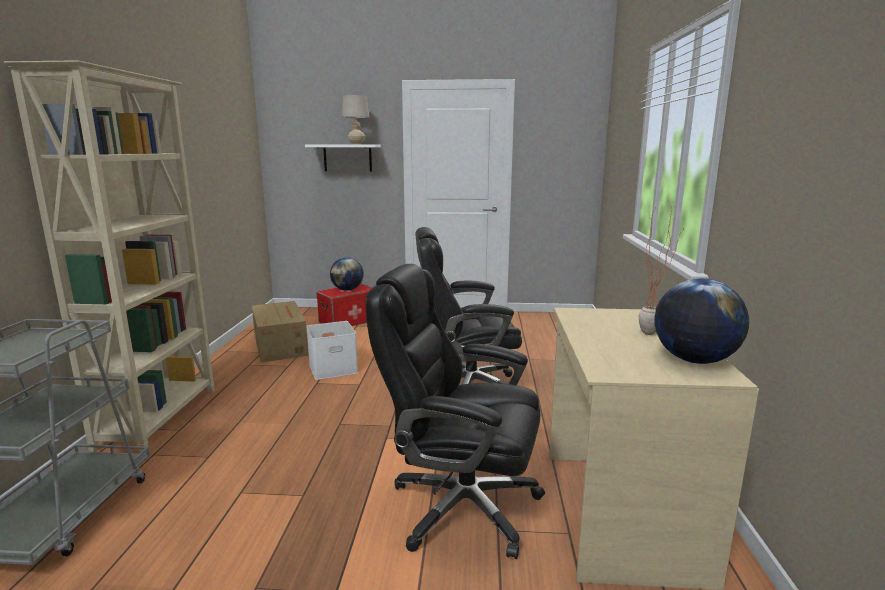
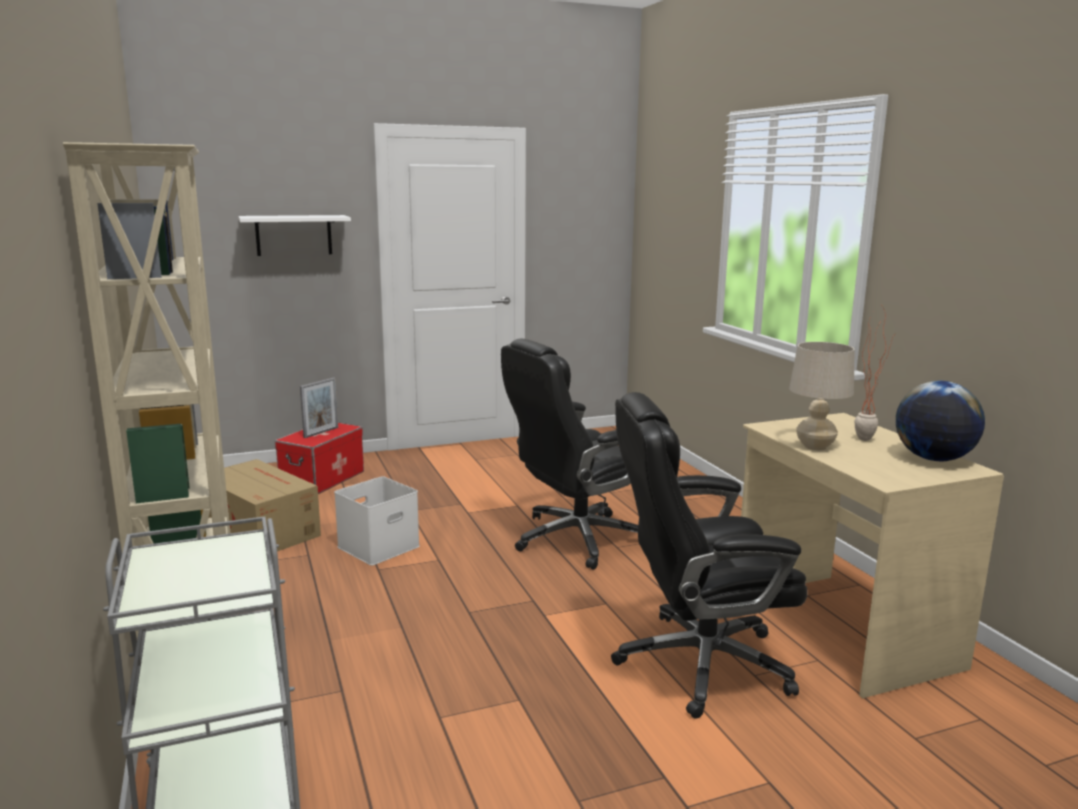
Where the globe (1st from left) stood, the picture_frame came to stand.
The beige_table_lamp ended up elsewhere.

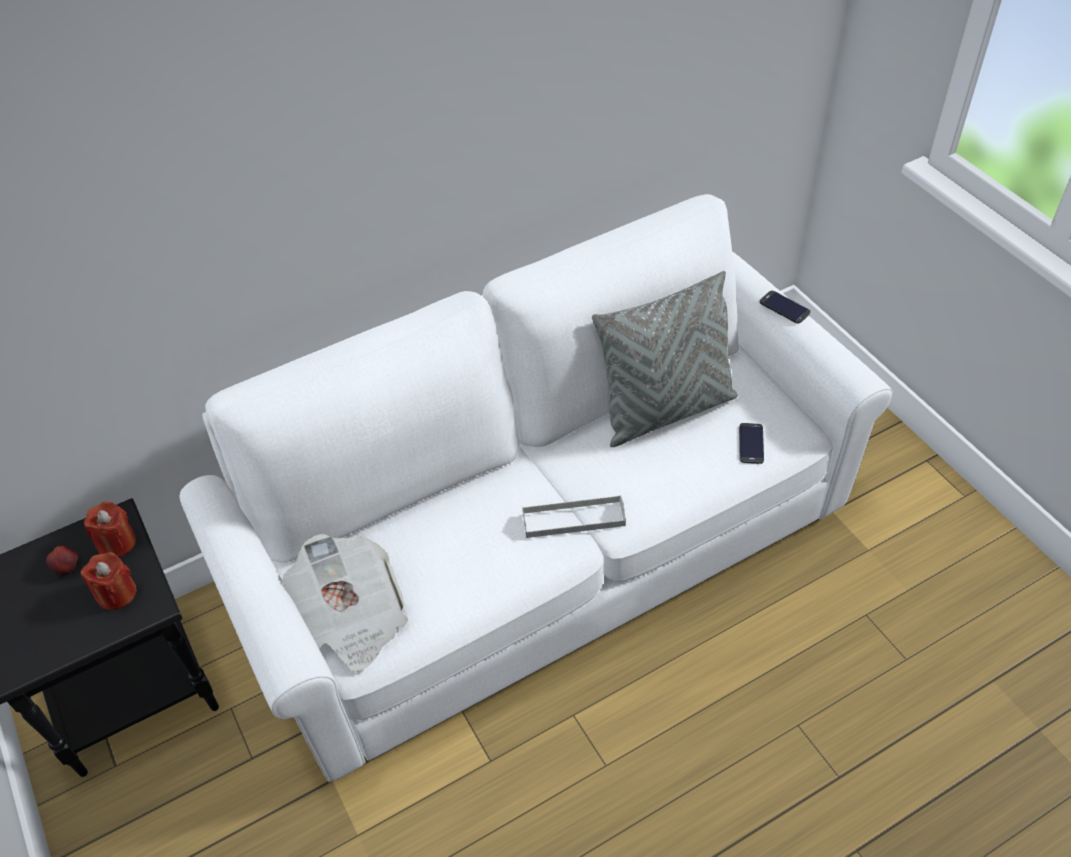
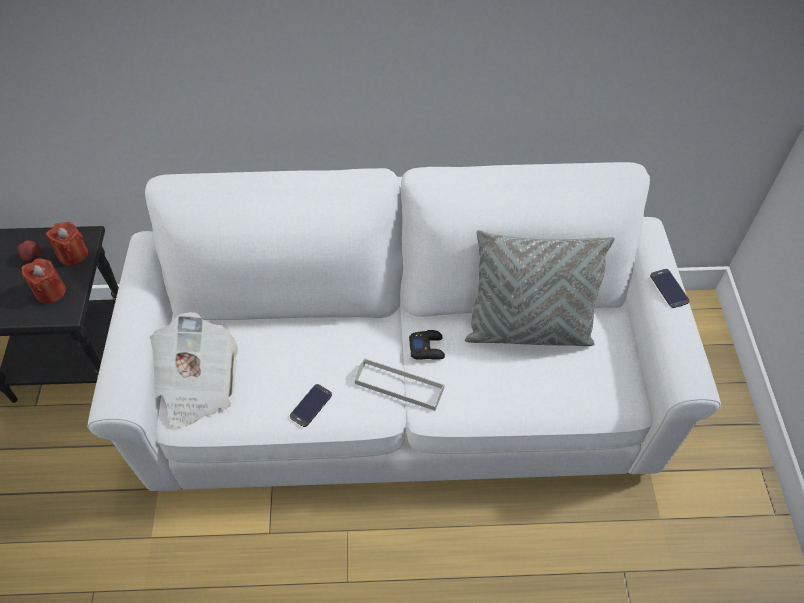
The phone (1st from left) ended up elsewhere.
The second view gained the black_game_controller.

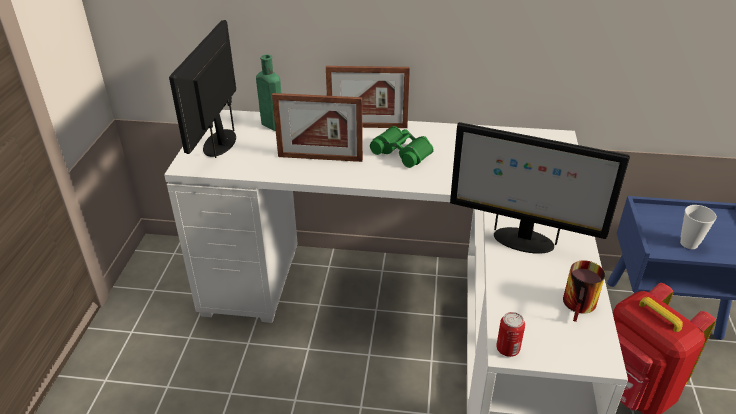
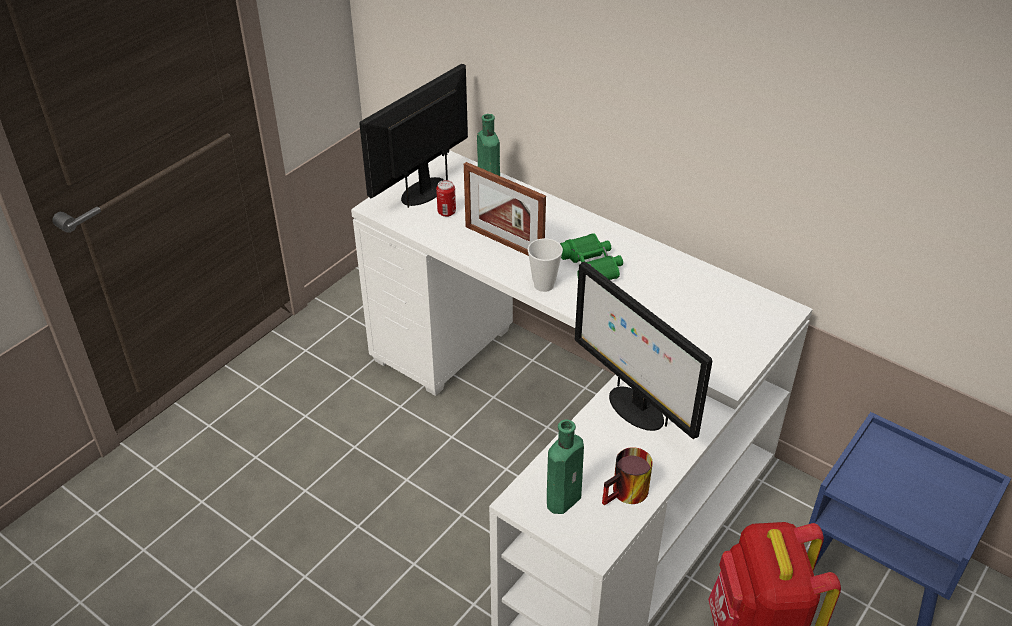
The can ended up elsewhere.
The cup ended up elsewhere.
The second view gained the green_bottle (2nd from left).
The second view lost the picture_frame (2nd from left).

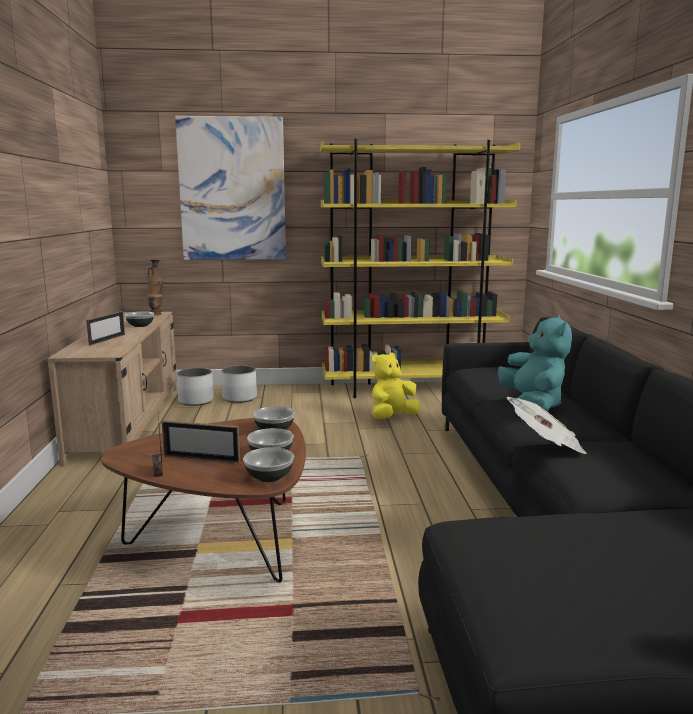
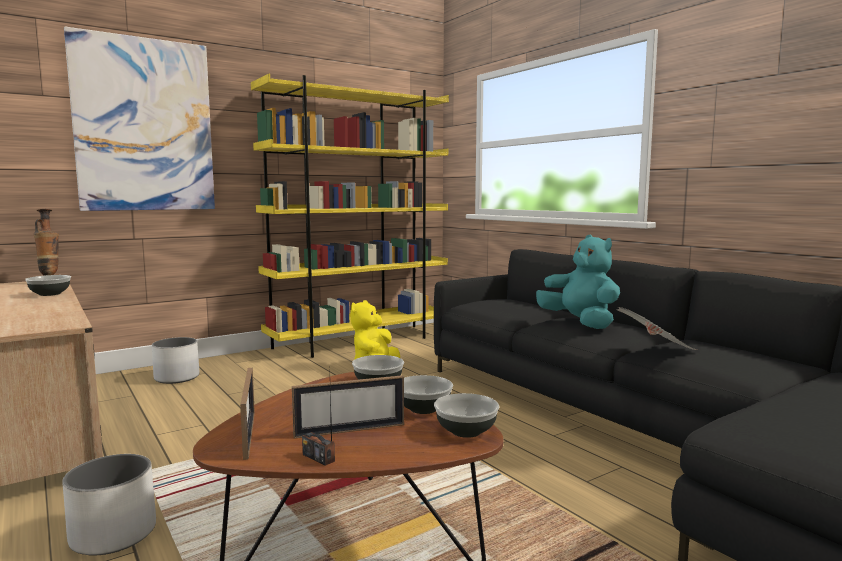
The white_planter (1st from left) ended up elsewhere.
The picture_frame (1st from left) ended up elsewhere.

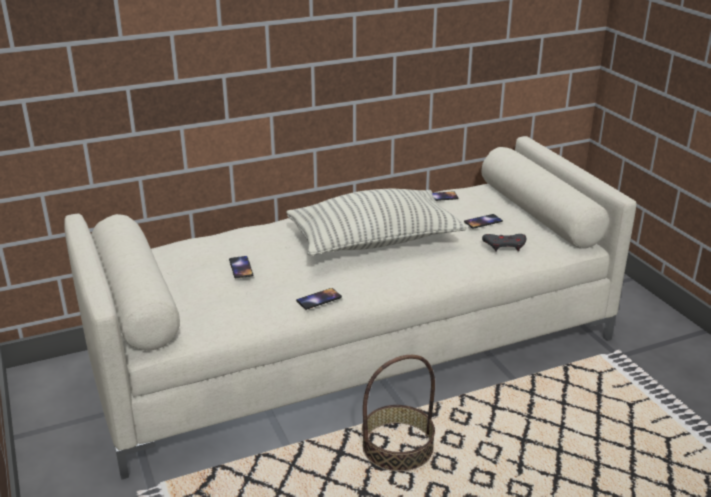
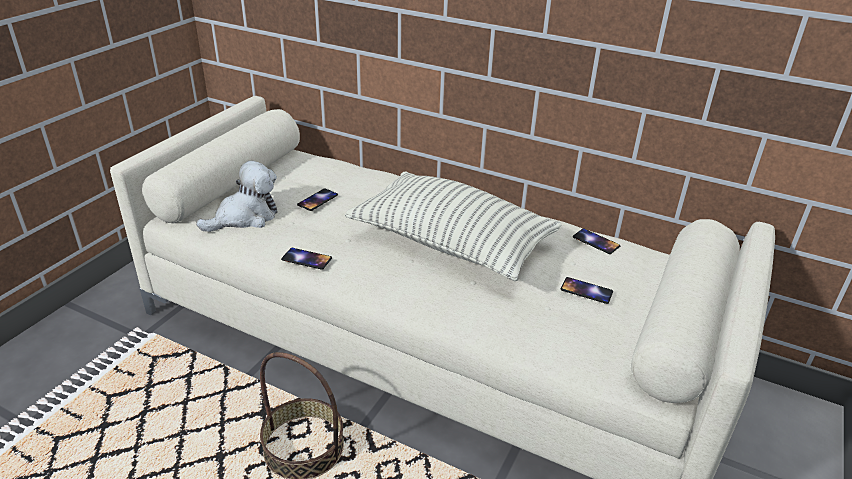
The second view gained the plush_toy.
The second view lost the grey_game_controller.

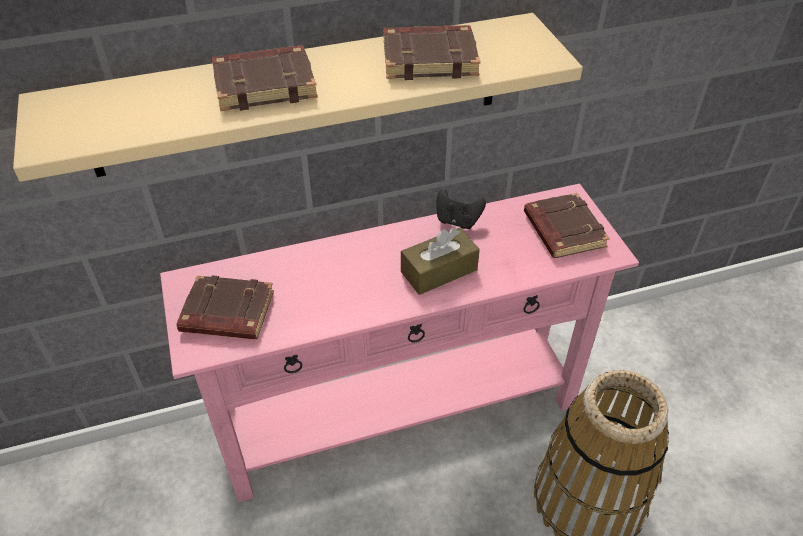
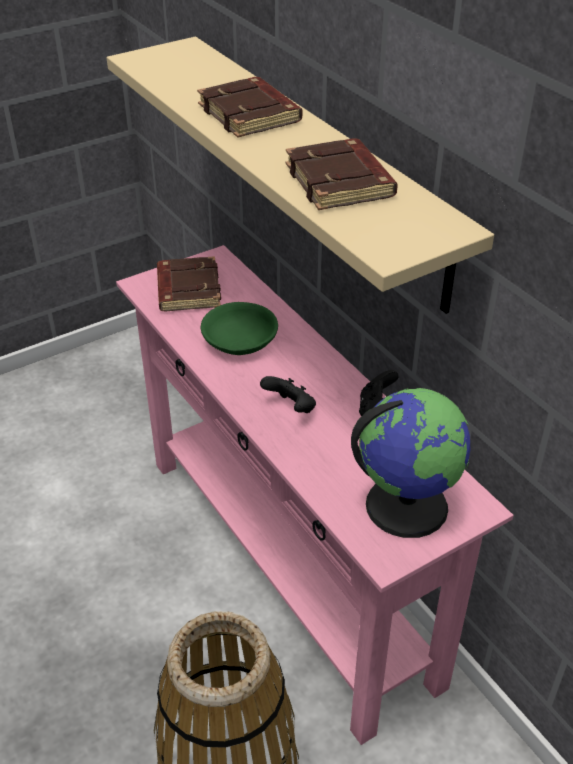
The second view gained the green_bowl.
Where the brown_tissue_box stood, the black_game_controller (1st from left) came to stand.
Where the brown_book (4th from left) stood, the globe came to stand.

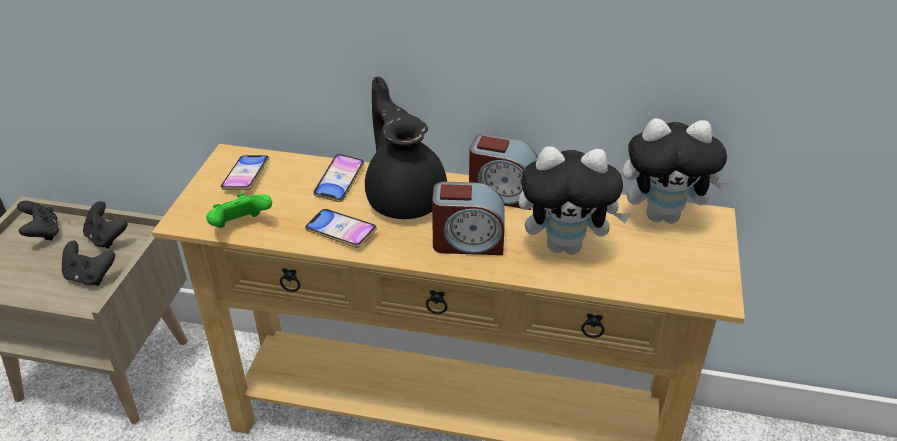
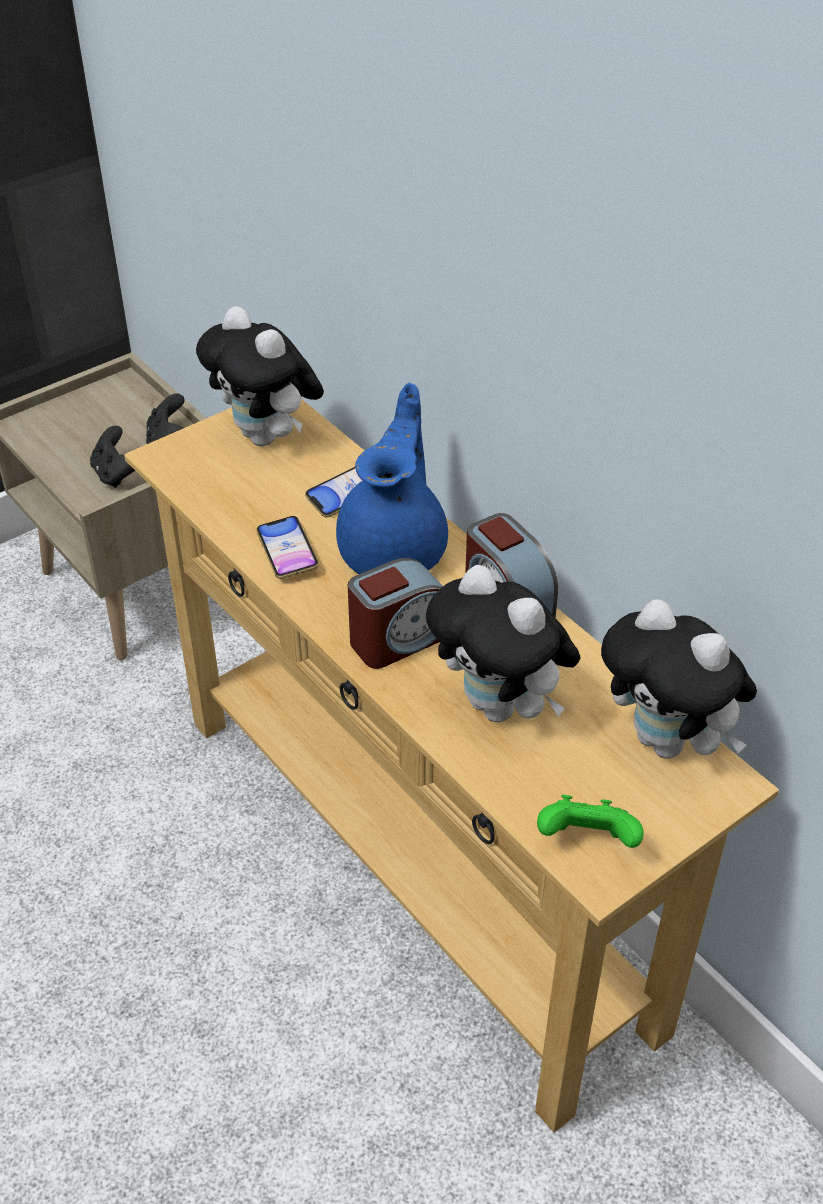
Where the phone (1st from left) stood, the plush_toy (1st from left) came to stand.
What was the black_teapot turned into the blue_teapot.
The alarm_clock (1st from left) ended up facing another way, 75 degrees counterclockwise from before.
The green_game_controller ended up elsewhere.
The second view lost the black_game_controller (1st from left).

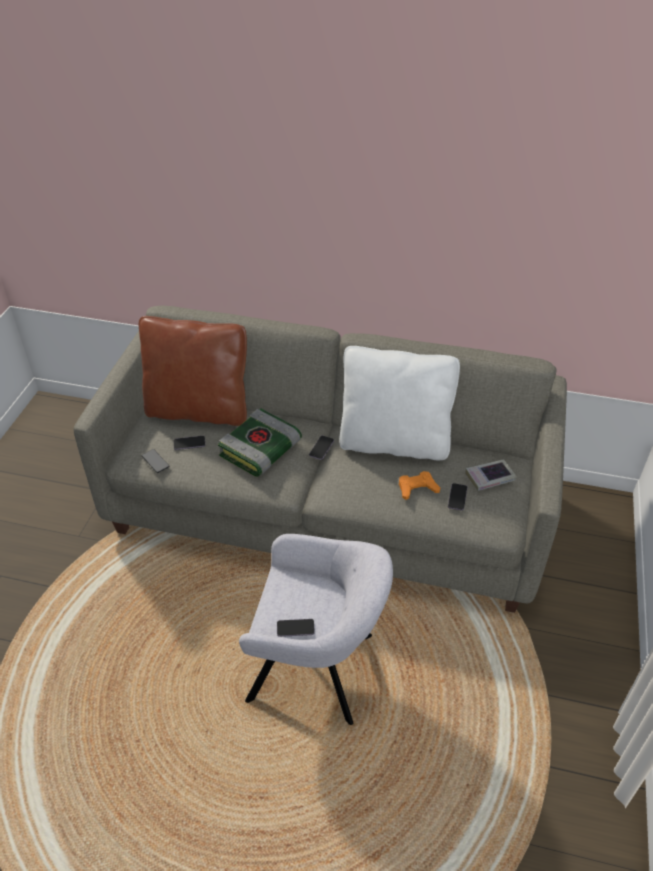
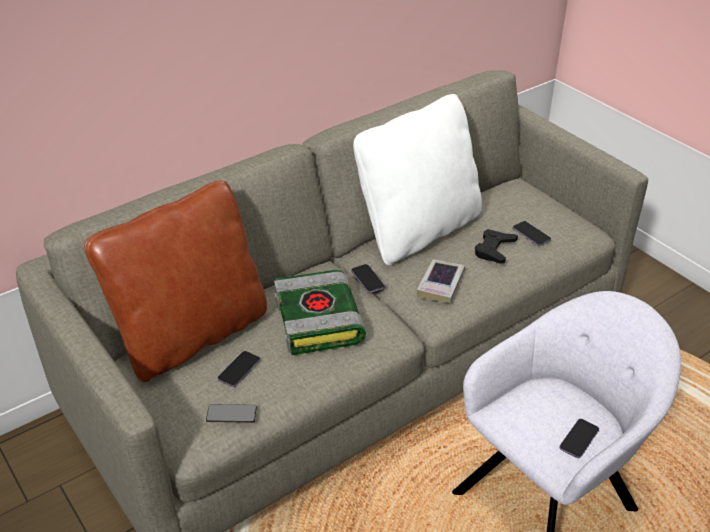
The book (2nd from left) ended up elsewhere.
What was the orange_game_controller turned into the black_game_controller.

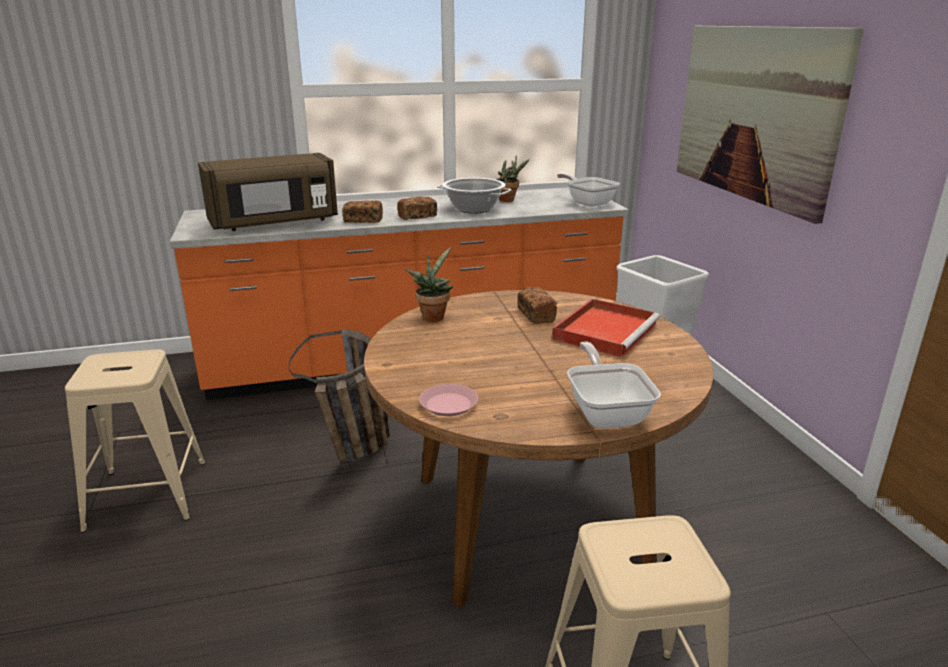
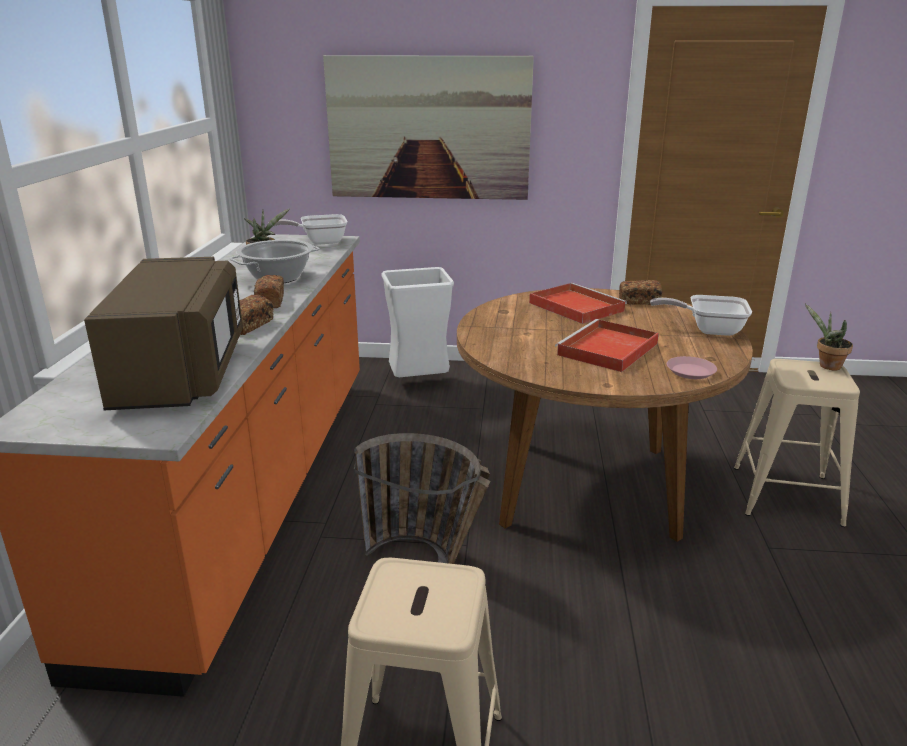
The second view gained the red_tray (2nd from left).
The bread (3rd from left) ended up elsewhere.
The potted_plant (1st from left in the first image) ended up elsewhere.

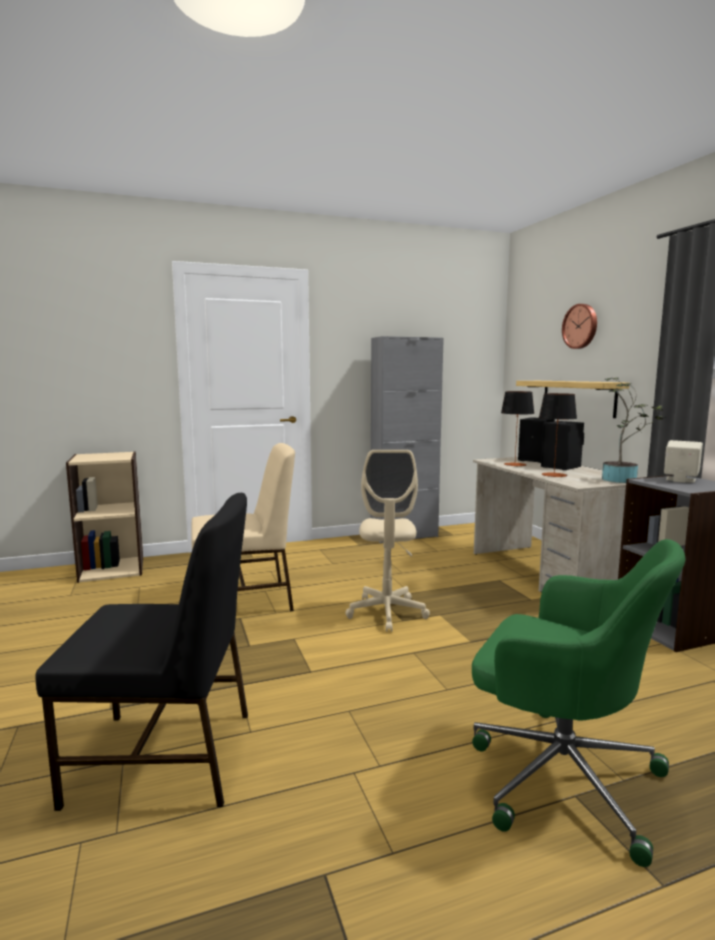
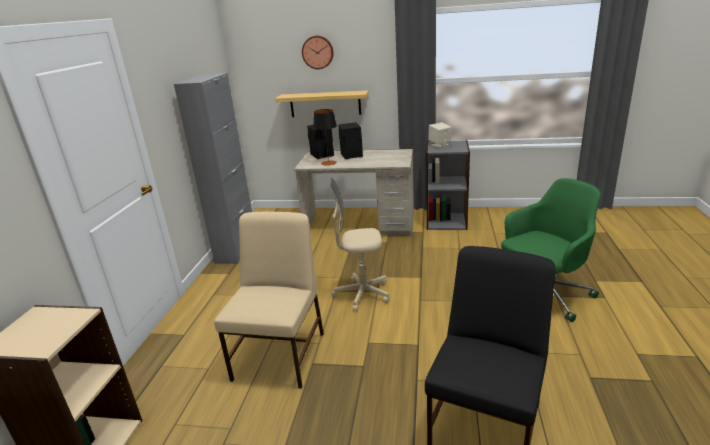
The beige_office_chair ended up facing another way, 150 degrees clockwise from before.
The second view lost the table_lamp (2nd from left).
The second view lost the potted_plant.

